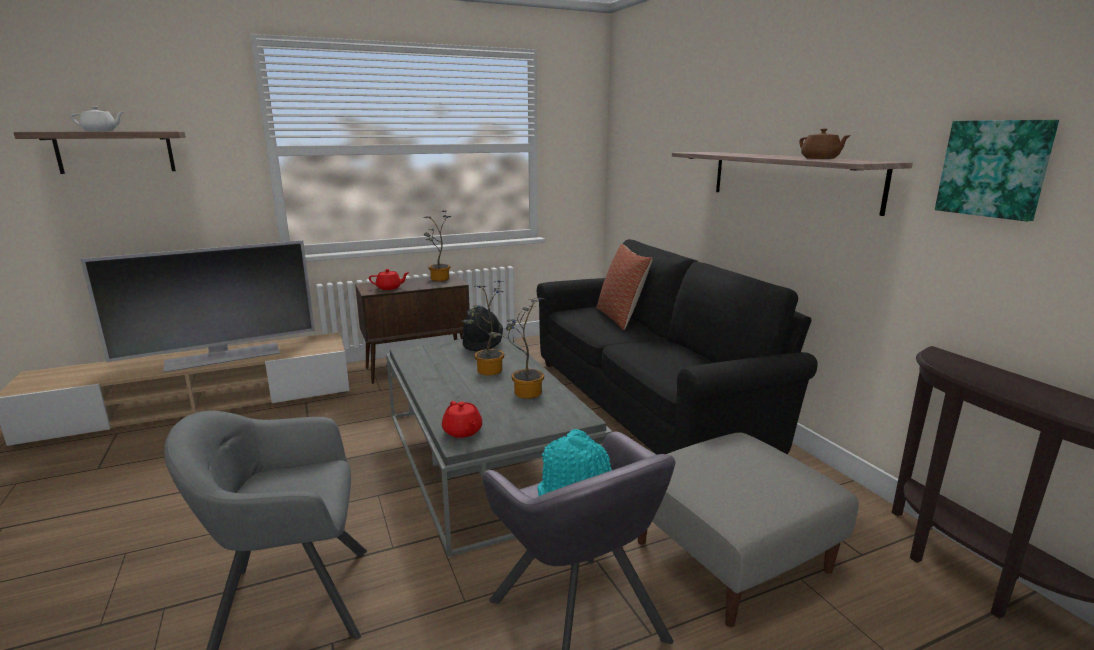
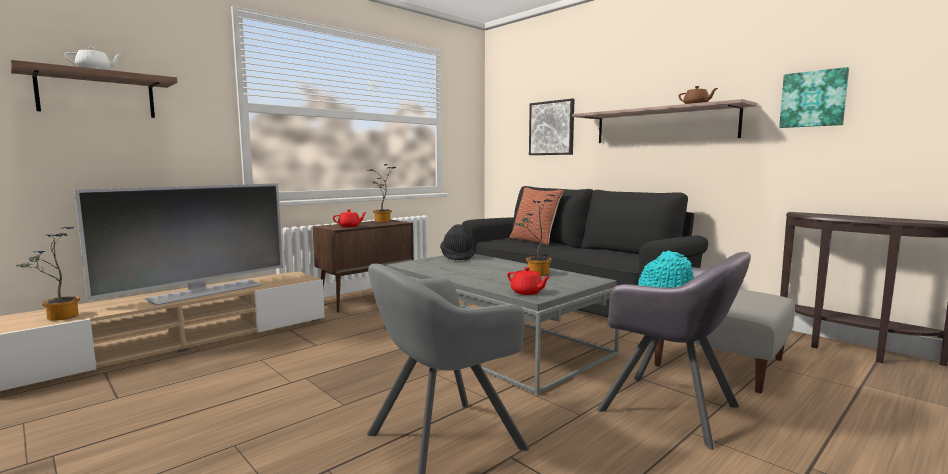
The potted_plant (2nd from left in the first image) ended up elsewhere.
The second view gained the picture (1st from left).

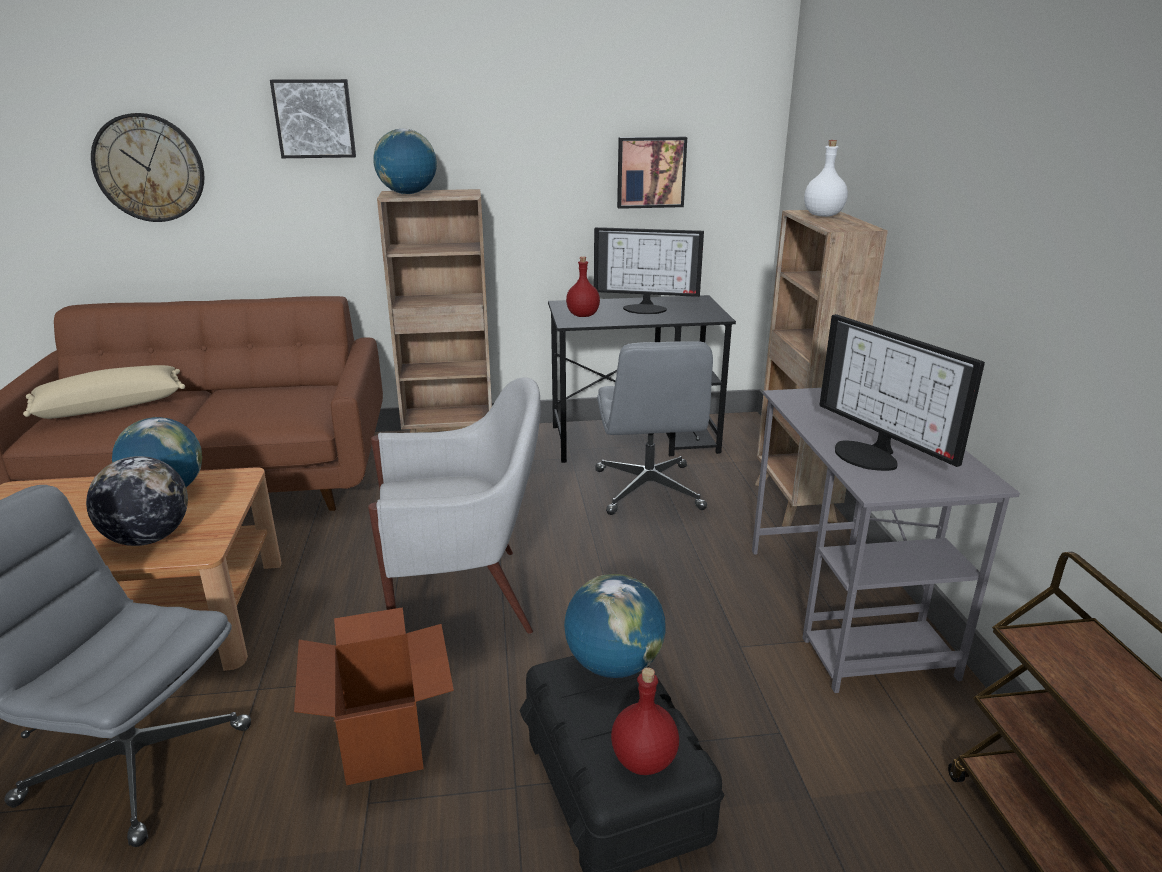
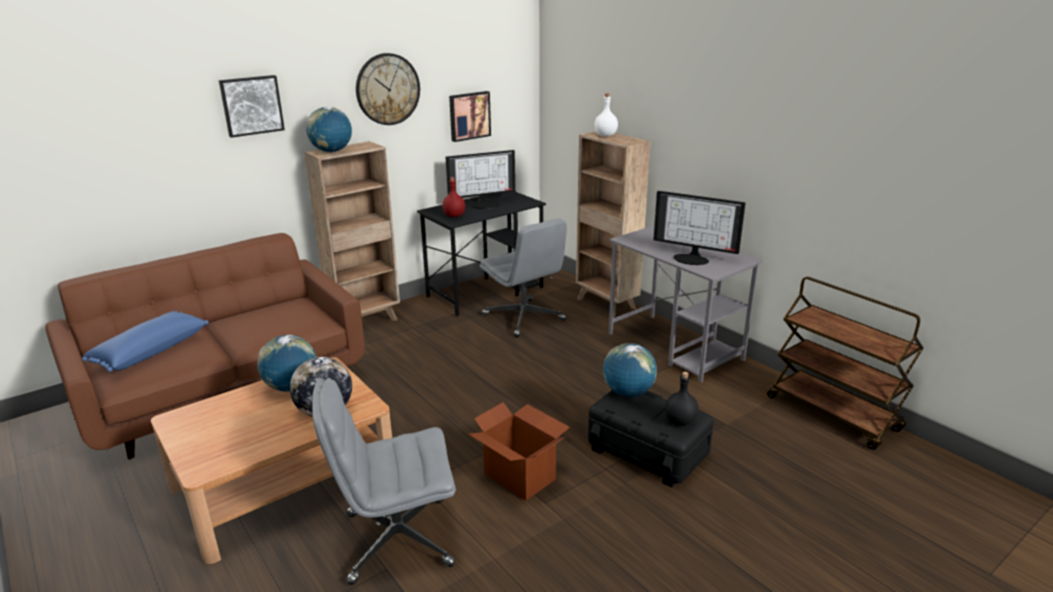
What was the beige_pillow turned into the blue_pillow.
The wall_clock ended up elsewhere.
What was the red_bottle (2nd from left) turned into the black_bottle.
The second view lost the white_armchair.

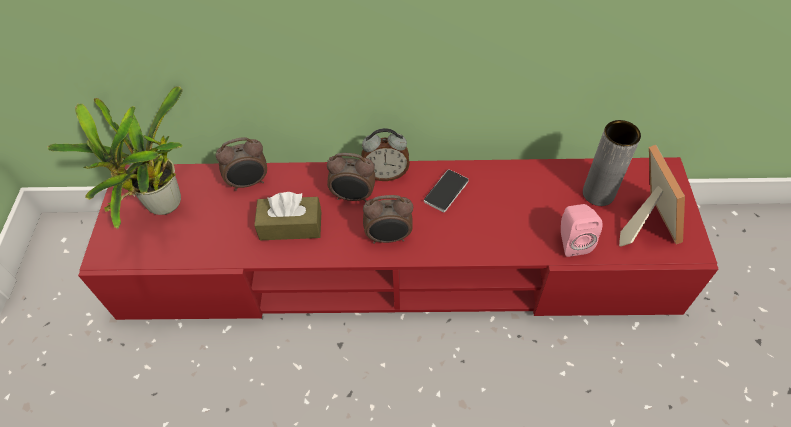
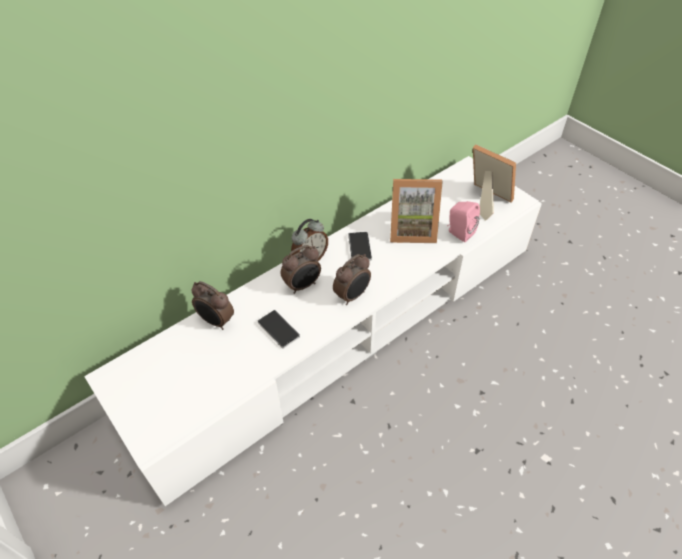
What was the red_tv_stand turned into the white_tv_stand.
The alarm_clock (1st from left) ended up facing another way, 90 degrees clockwise from before.
Where the brown_tissue_box stood, the phone (1st from left) came to stand.
The second view gained the picture_frame (1st from left).
The second view lost the potted_plant.
The second view lost the grey_vase.

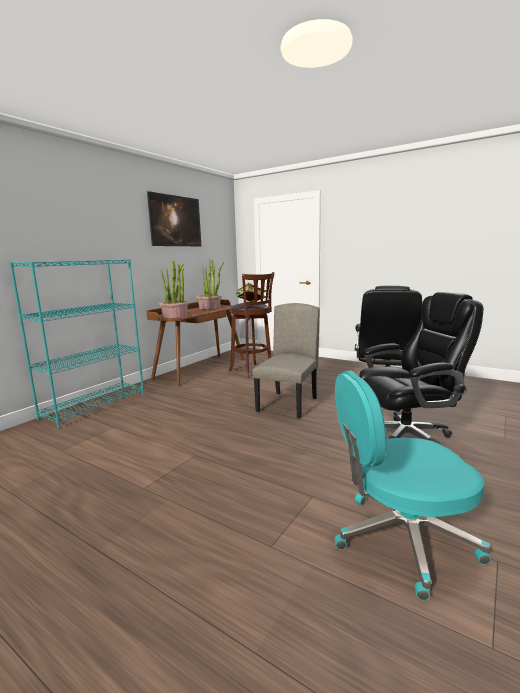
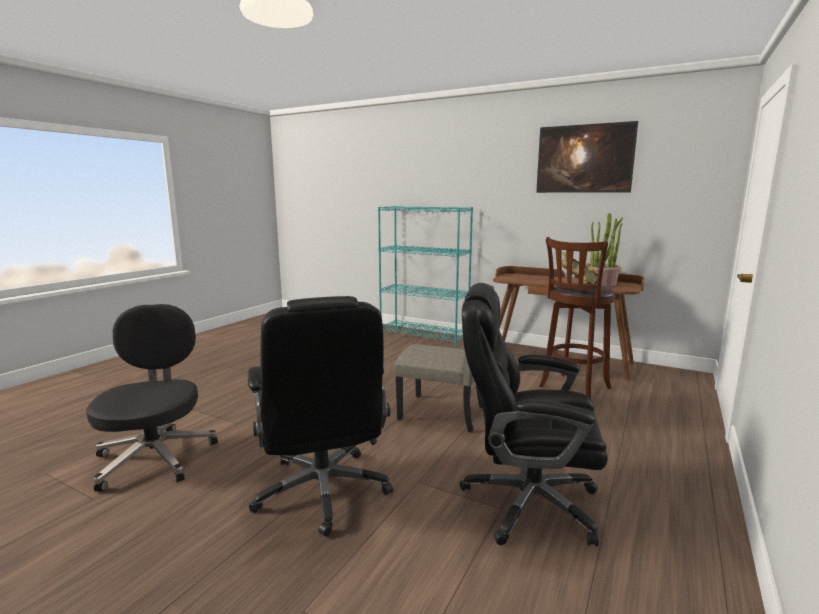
What was the turquoise_office_chair turned into the black_office_chair (1st from left).
The second view lost the potted_plant (1st from left).

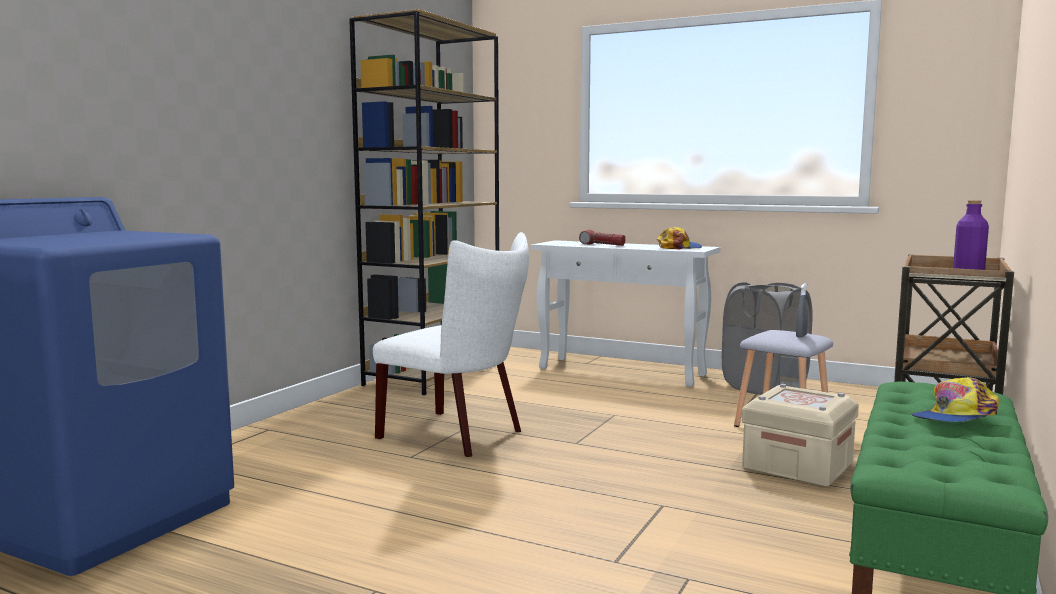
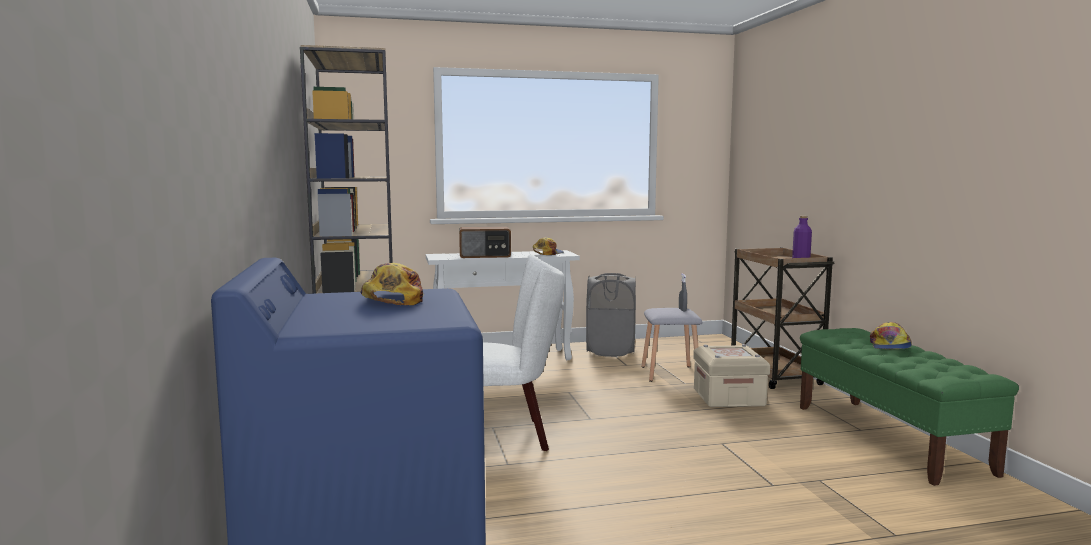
The second view gained the cap (1st from left).
Where the flashlight stood, the radio came to stand.

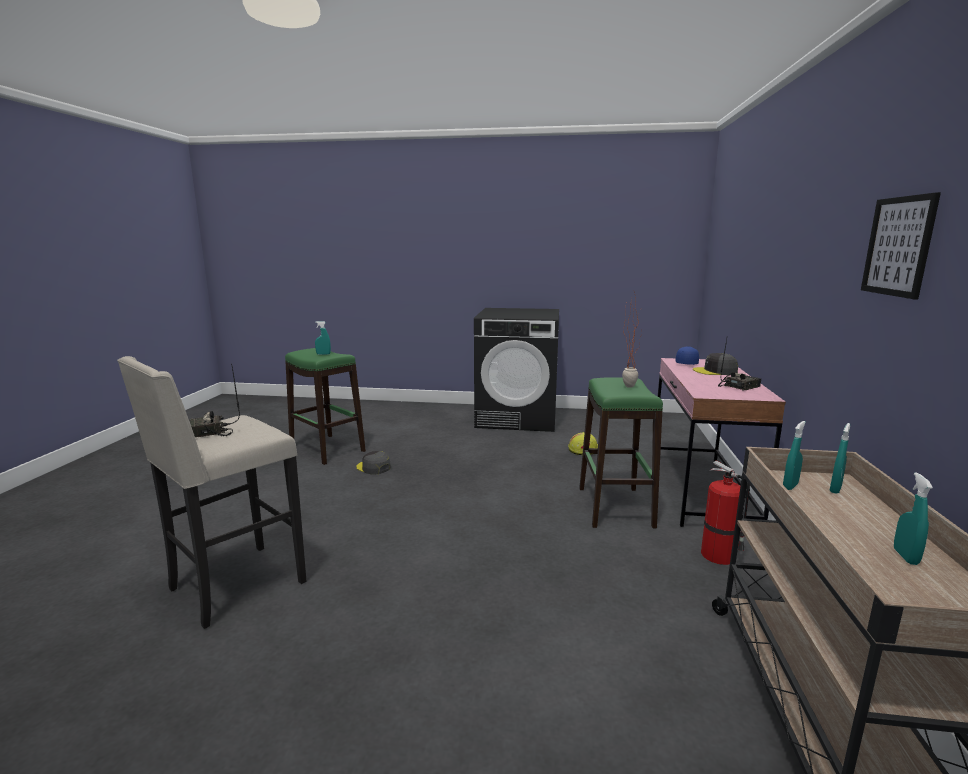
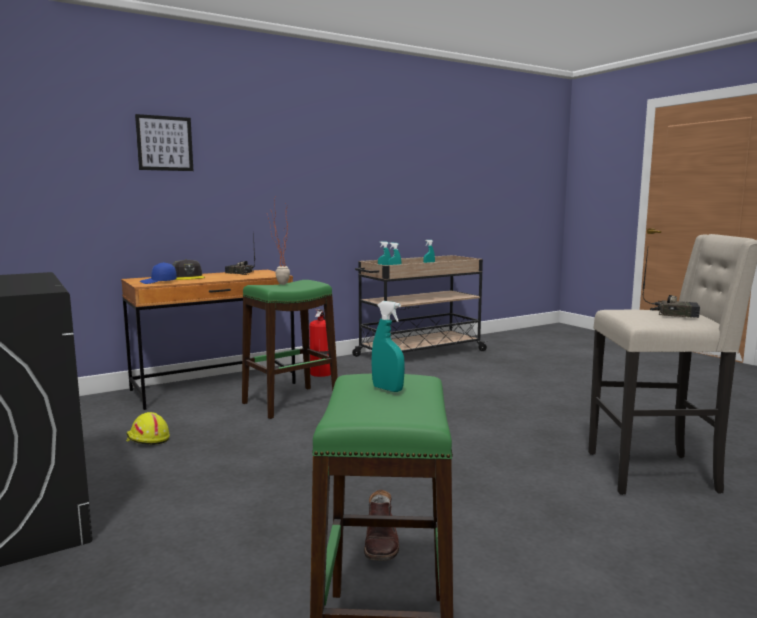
What was the pink_desk turned into the brown_desk.
The picture ended up elsewhere.
Where the grey_cap (1st from left) stood, the brown_boot came to stand.

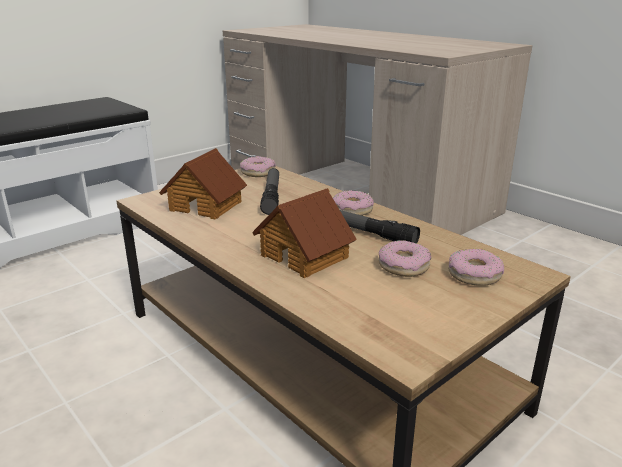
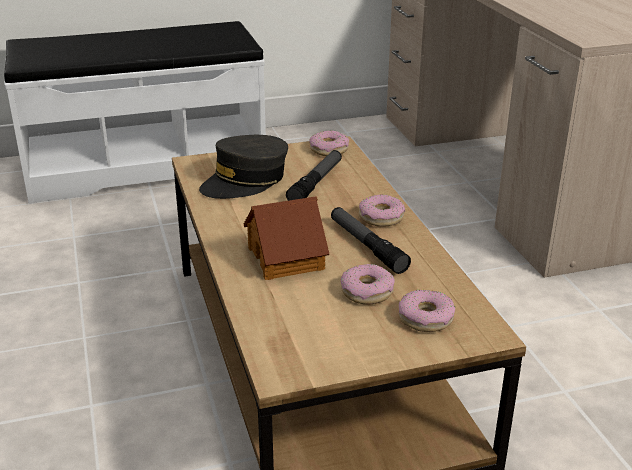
Where the toy_house (1st from left) stood, the grey_cap came to stand.

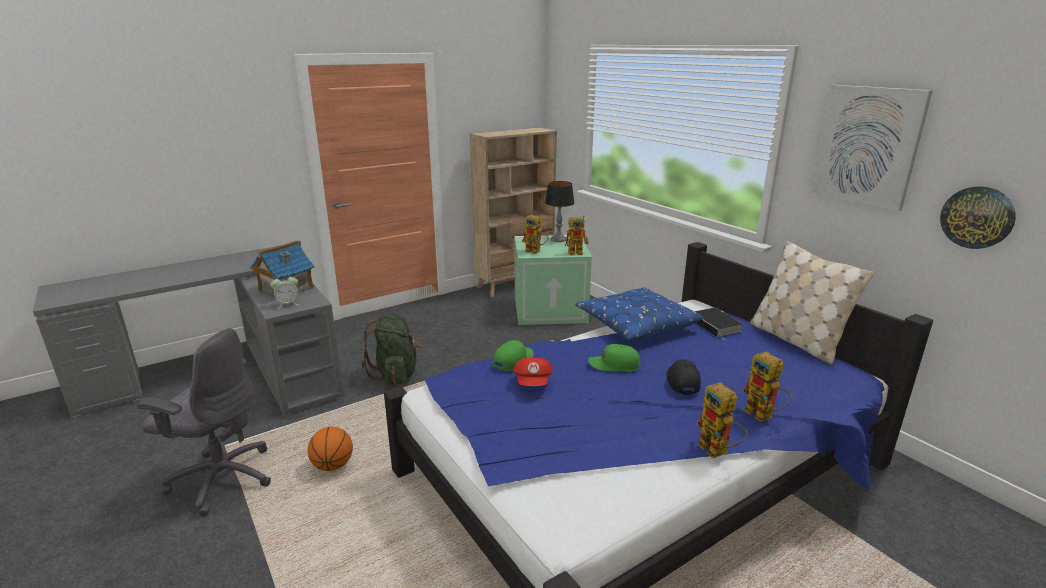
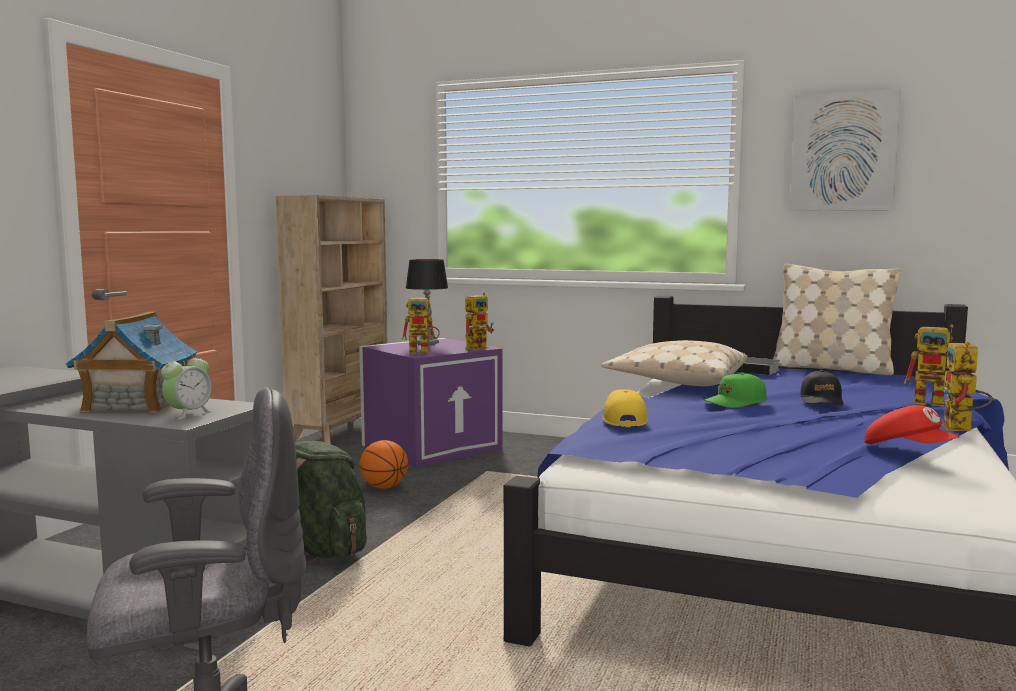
What was the green_storage_box turned into the purple_storage_box.
The basketball ended up elsewhere.
What was the blue_pillow turned into the beige_pillow (1st from left).
What was the green_cap (1st from left) turned into the yellow_cap.
The black_cap ended up facing another way, 135 degrees counterclockwise from before.
The red_cap ended up elsewhere.
The toy_robot (3rd from left in the first image) ended up facing another way, 75 degrees clockwise from before.
The second view lost the wall_clock.

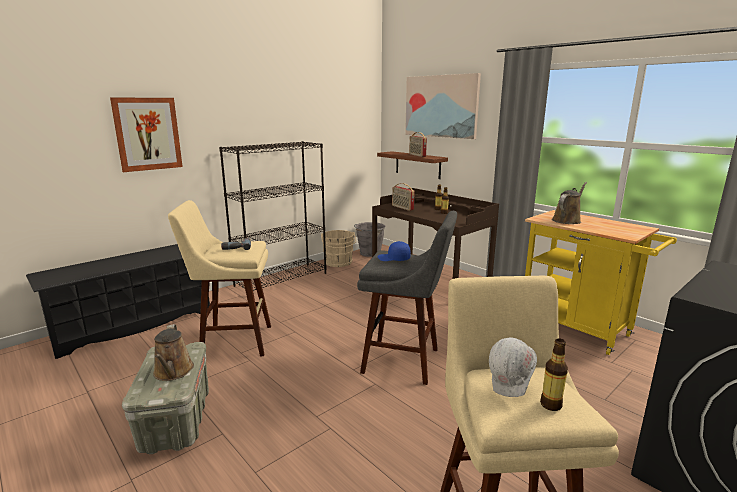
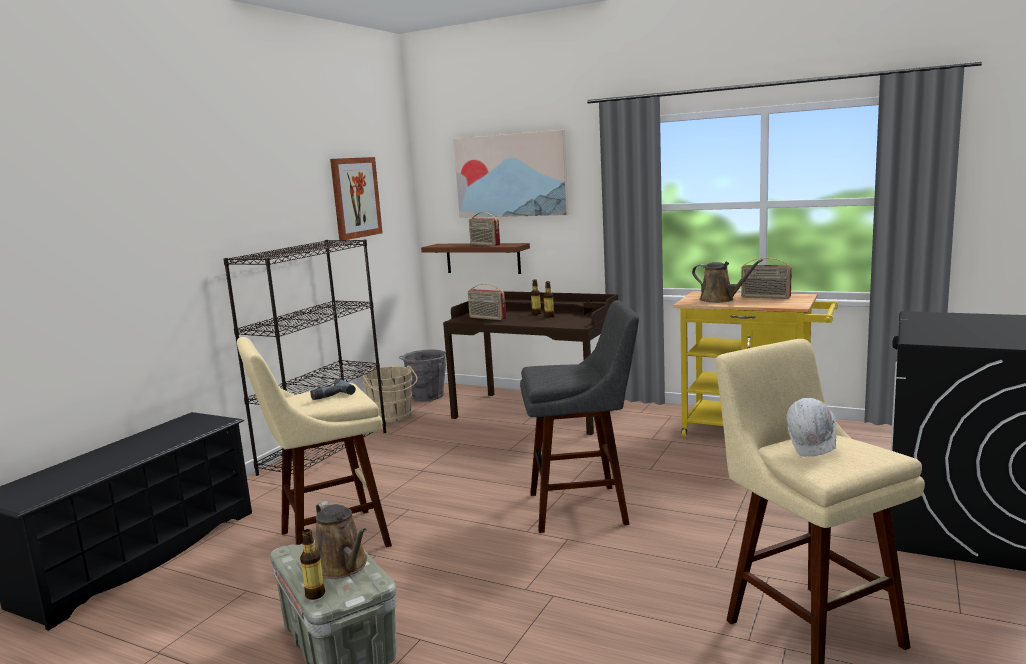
The bottle (3rd from left in the first image) ended up elsewhere.
The picture (1st from left) ended up elsewhere.
The brown_watering_can (2nd from left) ended up facing another way, 105 degrees clockwise from before.
The second view gained the radio (3rd from left).
The second view lost the blue_cap.

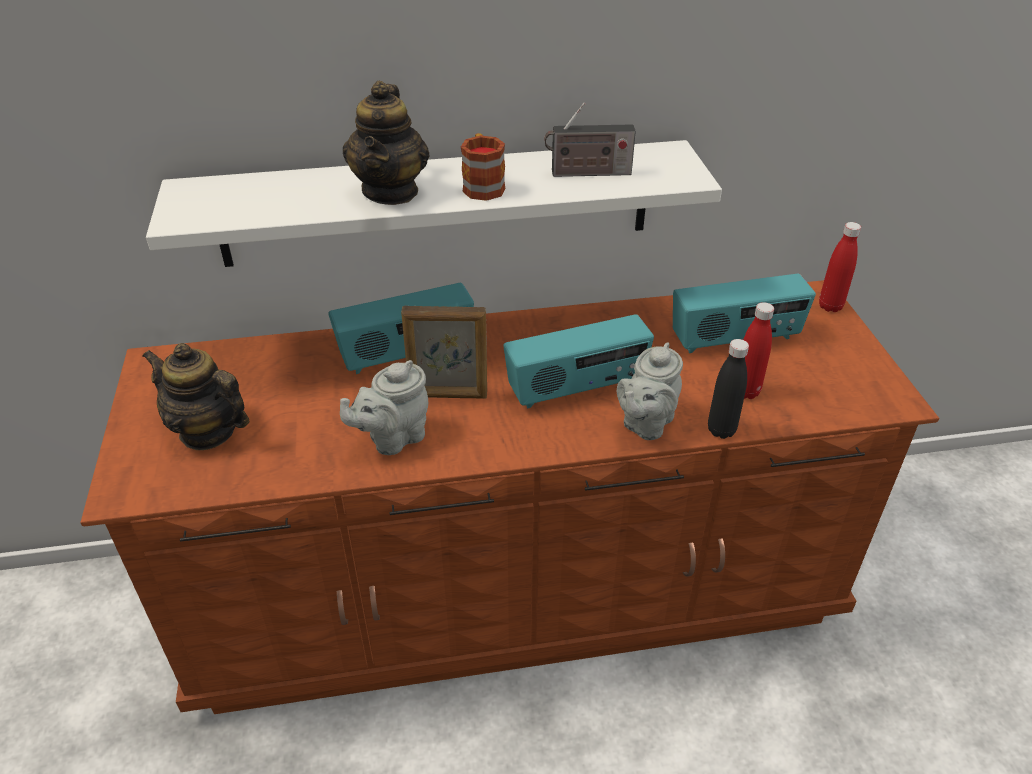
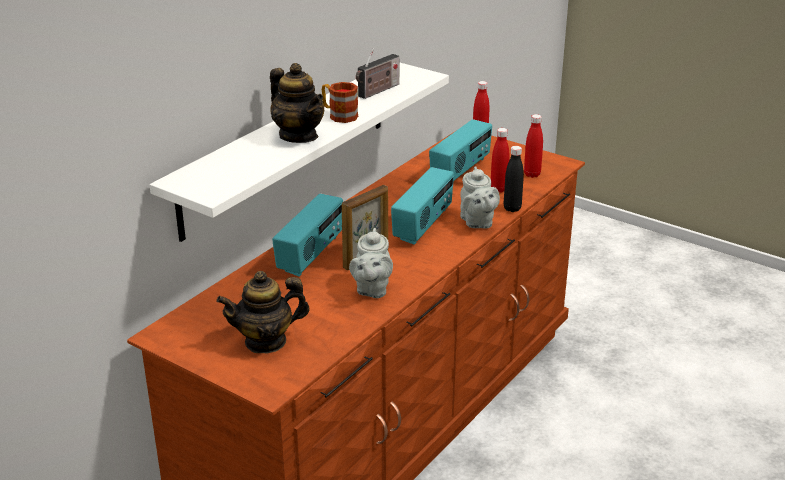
The second view gained the red_bottle (3rd from left).

